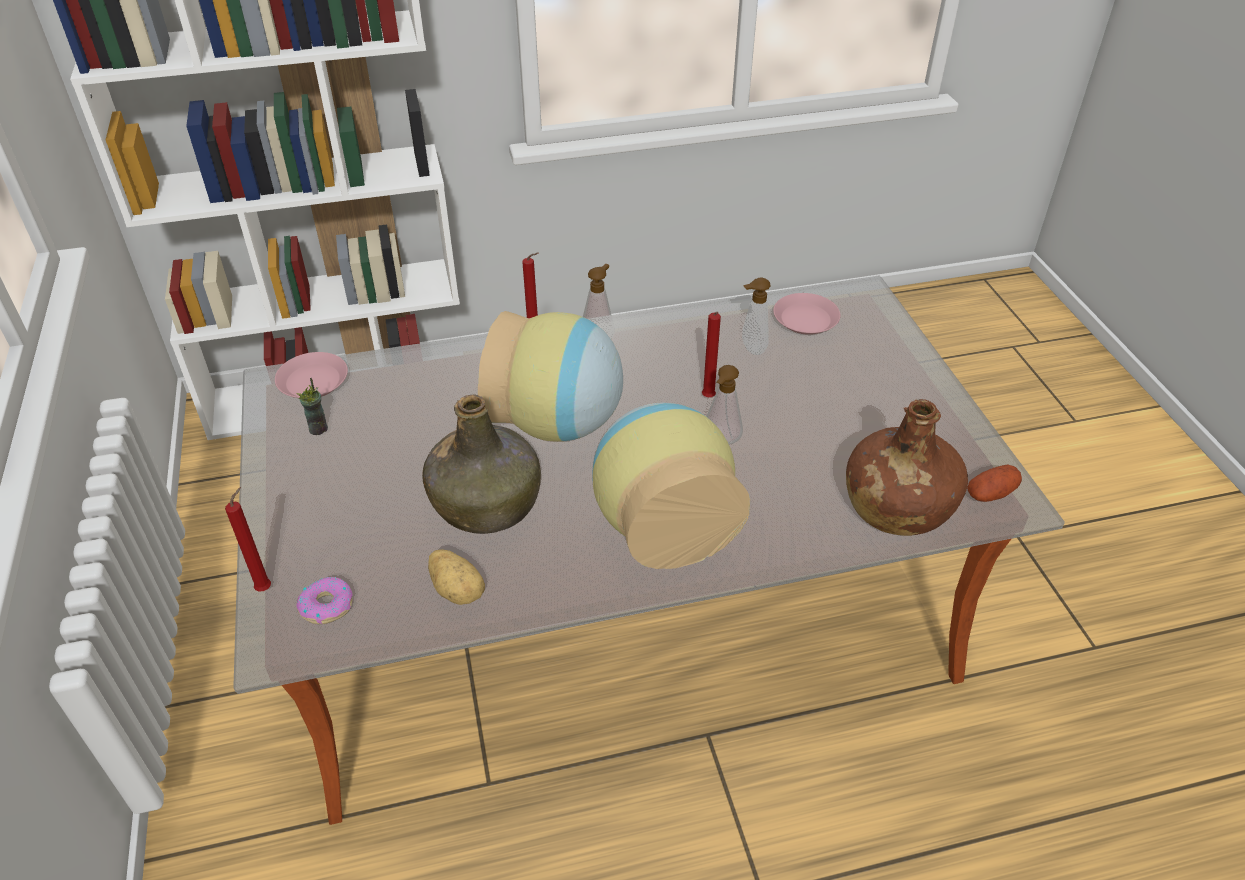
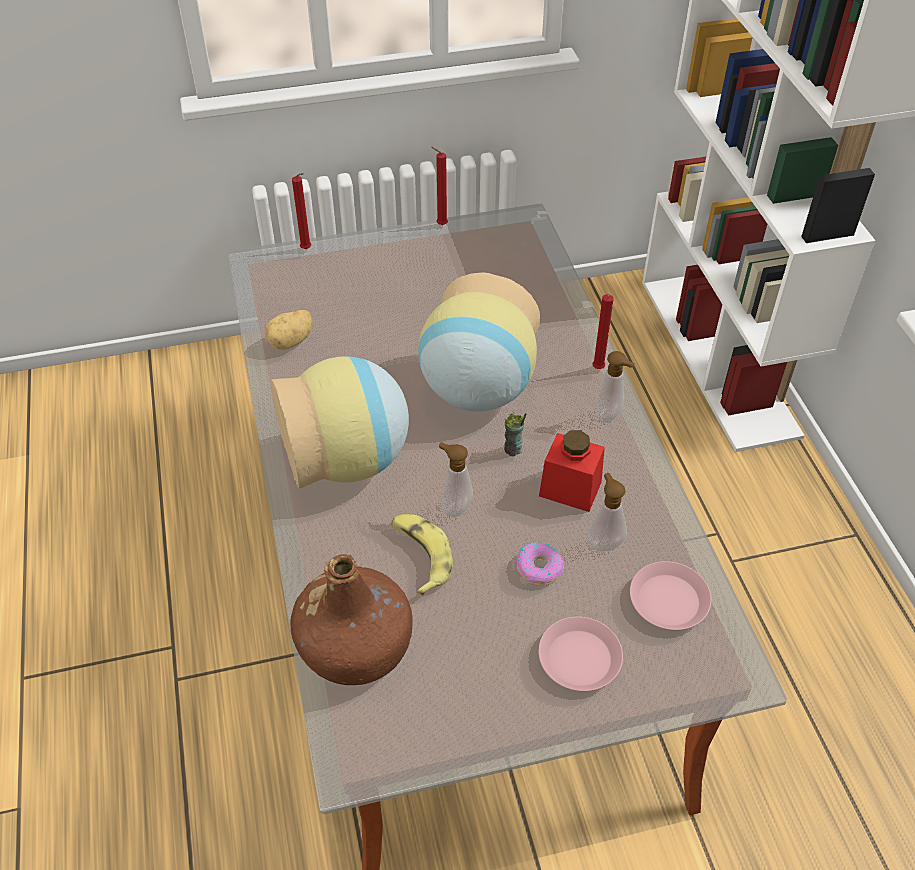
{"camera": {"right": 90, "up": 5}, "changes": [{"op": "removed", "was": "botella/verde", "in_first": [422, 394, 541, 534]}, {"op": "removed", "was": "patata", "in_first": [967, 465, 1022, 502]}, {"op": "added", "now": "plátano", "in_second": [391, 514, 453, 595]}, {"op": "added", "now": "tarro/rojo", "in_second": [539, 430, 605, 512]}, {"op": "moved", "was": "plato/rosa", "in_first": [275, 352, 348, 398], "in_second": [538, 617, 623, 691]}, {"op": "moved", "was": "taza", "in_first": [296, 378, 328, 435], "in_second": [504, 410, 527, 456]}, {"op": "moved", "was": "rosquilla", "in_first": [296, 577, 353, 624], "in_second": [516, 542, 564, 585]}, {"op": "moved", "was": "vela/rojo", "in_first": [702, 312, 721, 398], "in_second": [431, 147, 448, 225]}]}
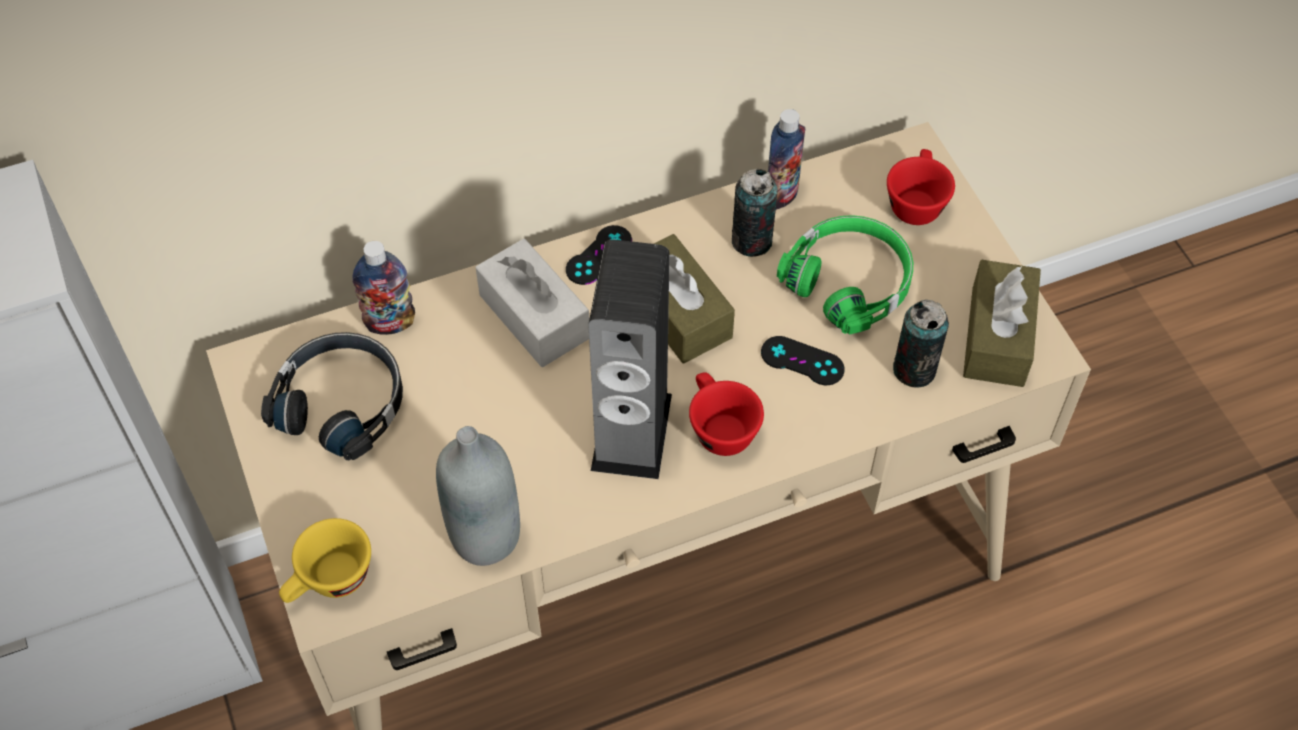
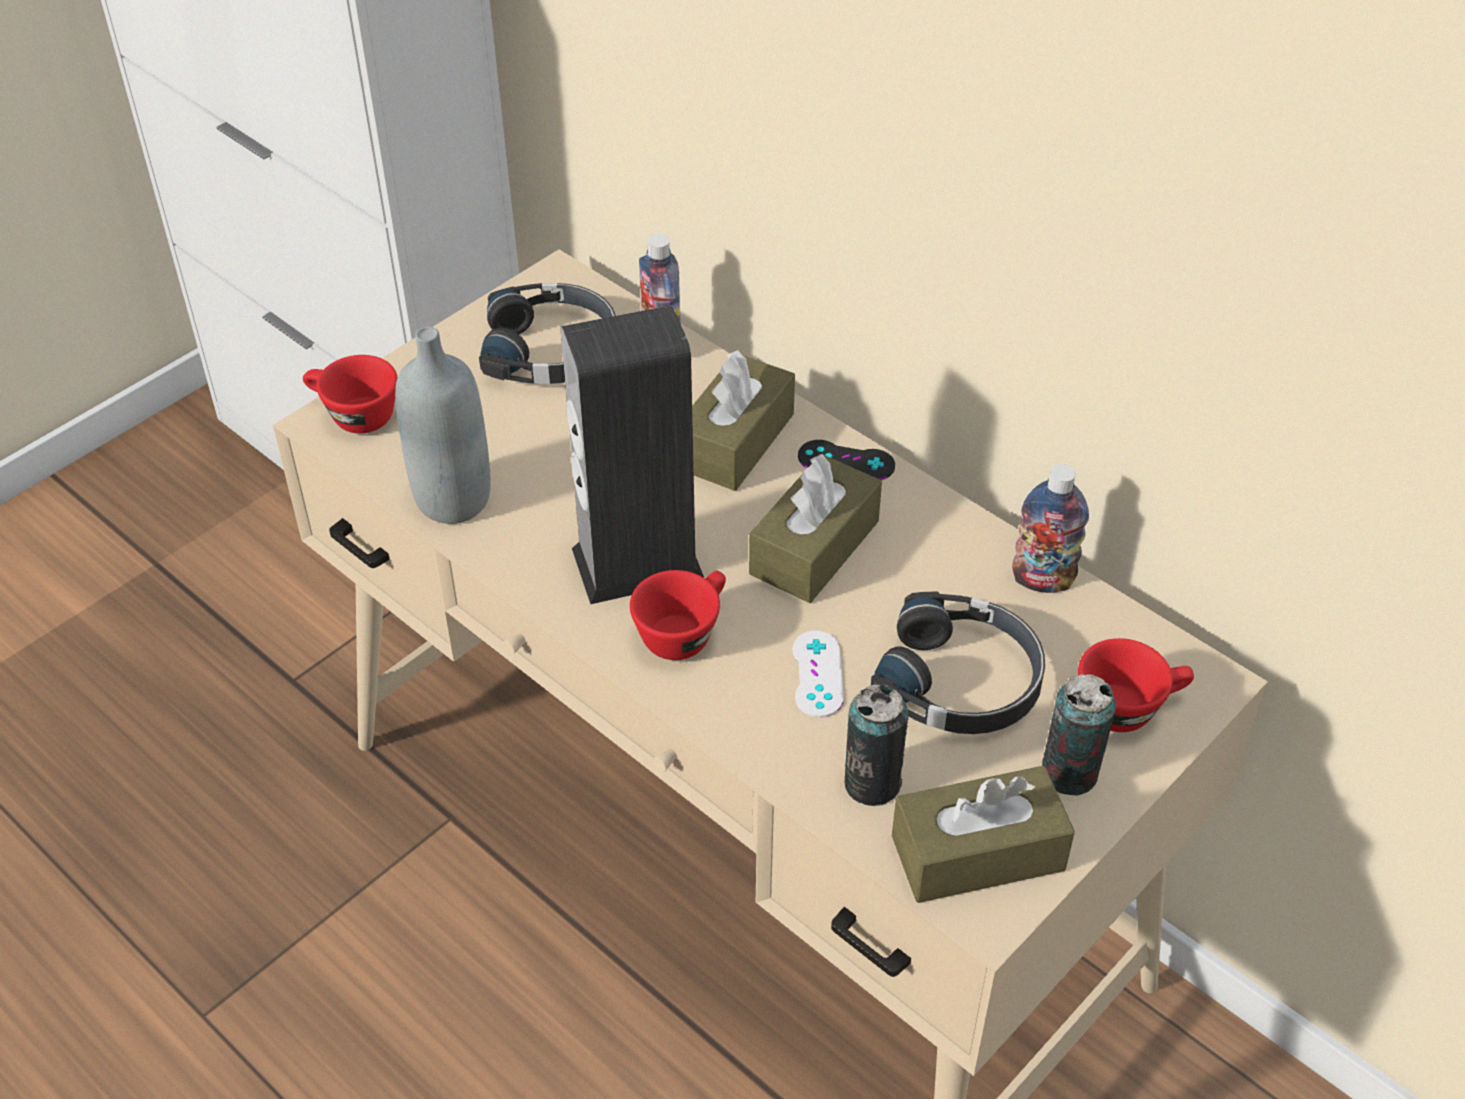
{"camera": {"right": 65, "up": -10}, "changes": [{"op": "moved", "was": "lata", "in_first": [732, 169, 778, 257], "in_second": [1042, 674, 1116, 796]}, {"op": "recoloured", "was": "taza/amarillo", "now": "taza/rojo", "in_first": [279, 518, 371, 603], "in_second": [303, 355, 398, 434]}, {"op": "recoloured", "was": "caja de pañuelos/blanco", "now": "caja de pañuelos/marrón", "in_first": [476, 239, 589, 367], "in_second": [692, 350, 795, 491]}, {"op": "recoloured", "was": "mando de consola/negro", "now": "mando de consola/blanco", "in_first": [761, 336, 845, 385], "in_second": [793, 630, 844, 718]}, {"op": "recoloured", "was": "auriculares/verde", "now": "auriculares/negro", "in_first": [777, 215, 913, 334], "in_second": [871, 592, 1045, 734]}]}
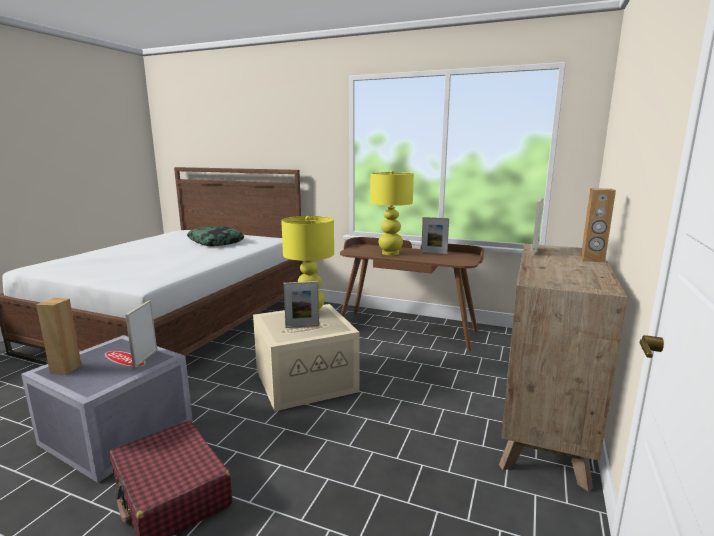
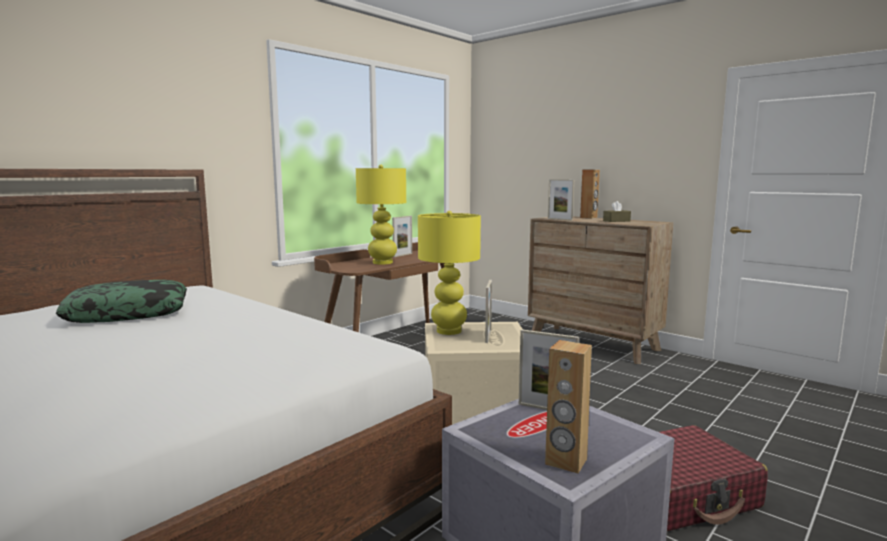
{"camera": {"right": -70, "up": -5}, "changes": [{"op": "added", "now": "caja de pañuelos/marrón", "in_second": [603, 201, 631, 222]}]}
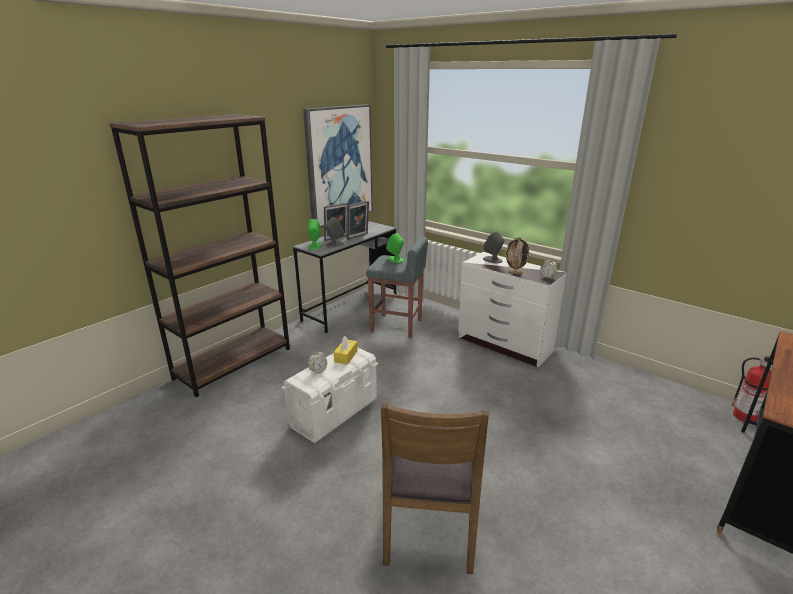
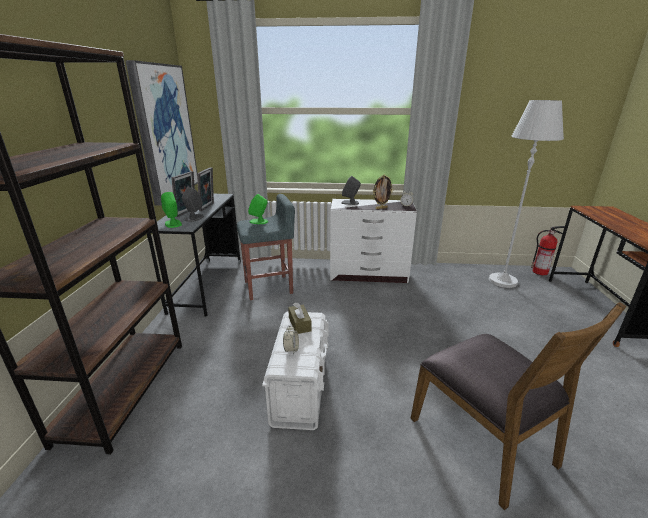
{"camera": {"right": -35, "up": 0}, "changes": [{"op": "added", "now": "lámpara de pie/blanco", "in_second": [489, 100, 564, 288]}, {"op": "recoloured", "was": "caja de pañuelos/amarillo", "now": "caja de pañuelos/marrón", "in_first": [334, 336, 358, 365], "in_second": [288, 302, 312, 334]}]}
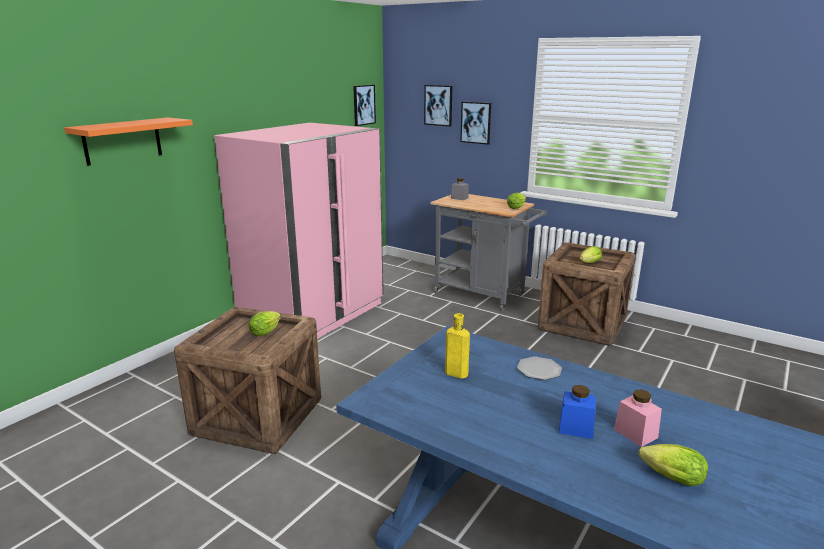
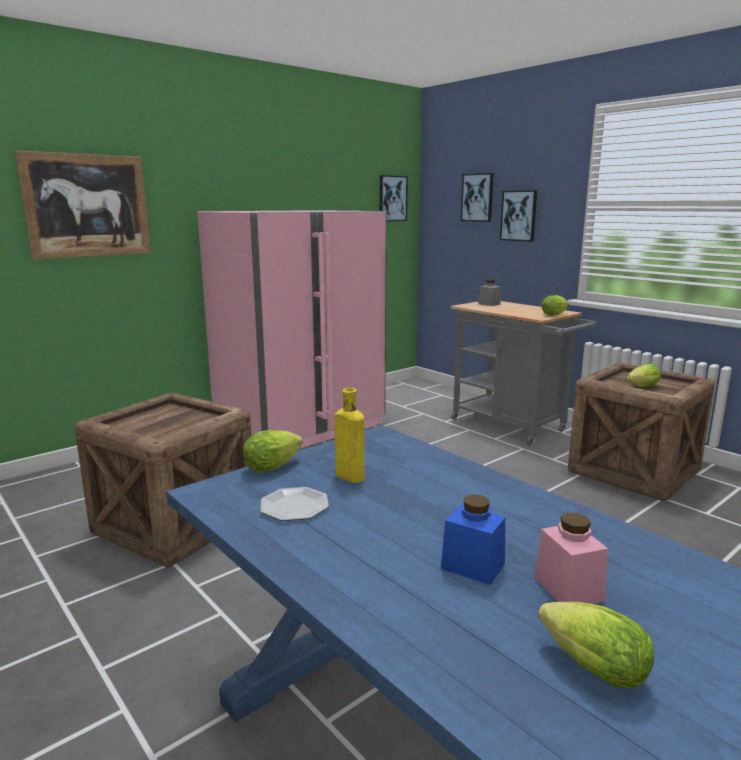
{"camera": {"right": 15, "up": -5}, "changes": [{"op": "moved", "was": "lechuga", "in_first": [249, 311, 281, 336], "in_second": [243, 430, 303, 472]}, {"op": "moved", "was": "plato", "in_first": [517, 356, 562, 380], "in_second": [260, 487, 329, 521]}, {"op": "replaced", "was": "estante/naranja", "now": "cuadro", "in_first": [64, 117, 193, 166], "in_second": [15, 150, 151, 259]}]}
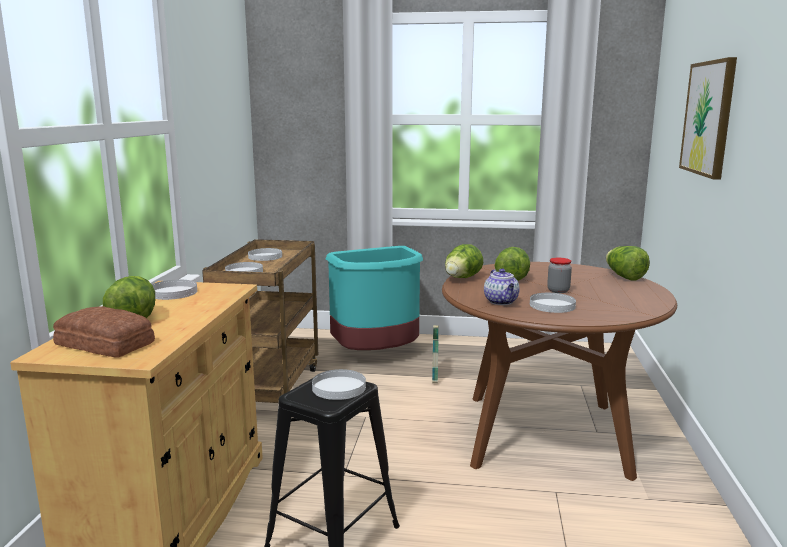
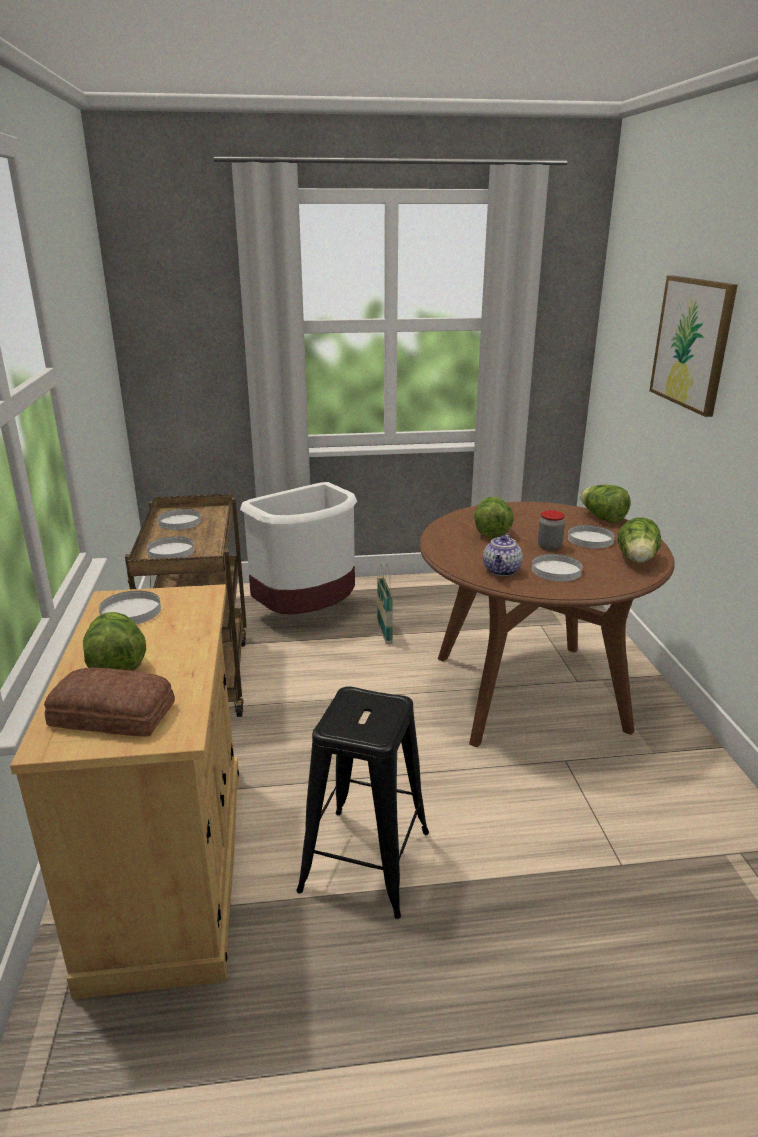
{"camera": {"right": -15, "up": 10}, "changes": [{"op": "moved", "was": "plato/blanco", "in_first": [312, 369, 366, 400], "in_second": [568, 525, 615, 549]}, {"op": "moved", "was": "lechuga", "in_first": [445, 244, 483, 278], "in_second": [617, 517, 661, 563]}, {"op": "recoloured", "was": "papelera/turquesa", "now": "papelera/blanco", "in_first": [325, 246, 423, 350], "in_second": [240, 482, 357, 615]}, {"op": "turned", "was": "tetera", "in_first": [484, 269, 520, 305], "in_second": [483, 533, 523, 576], "clockwise": 45}]}
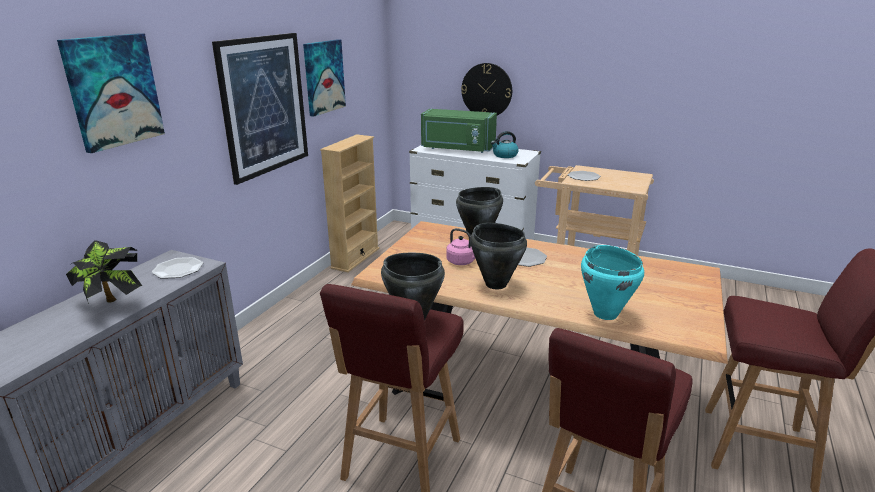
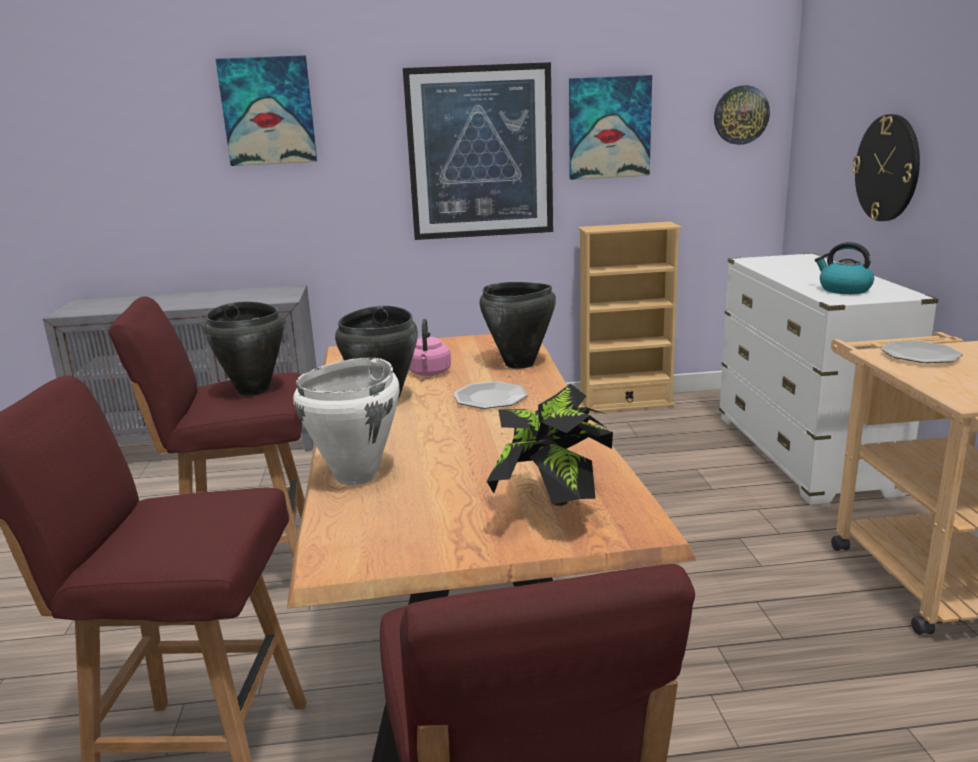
{"camera": {"right": 60, "up": -5}, "changes": [{"op": "removed", "was": "plato", "in_first": [152, 257, 203, 279]}, {"op": "removed", "was": "microondas/verde", "in_first": [421, 109, 497, 153]}, {"op": "added", "now": "reloj de pared", "in_second": [714, 85, 770, 145]}, {"op": "moved", "was": "planta en maceta", "in_first": [66, 240, 142, 304], "in_second": [487, 384, 613, 506]}, {"op": "recoloured", "was": "olla/turquesa", "now": "olla/blanco", "in_first": [581, 245, 644, 320], "in_second": [293, 358, 400, 485]}]}
